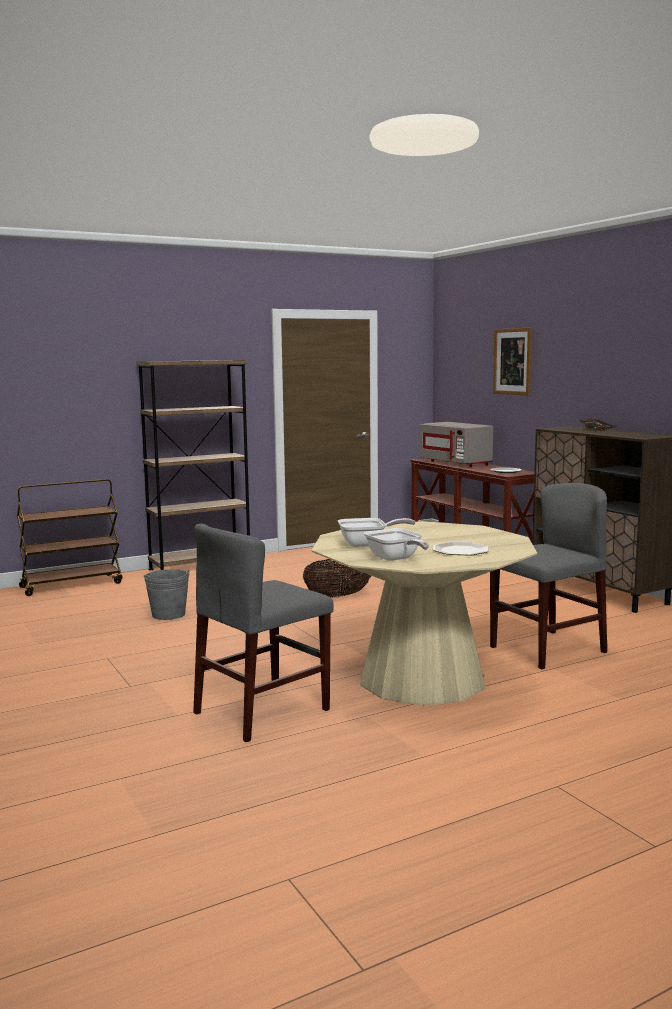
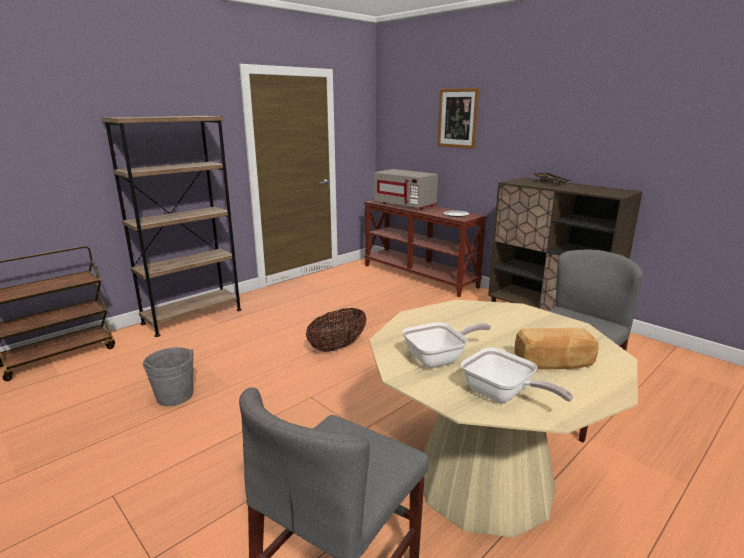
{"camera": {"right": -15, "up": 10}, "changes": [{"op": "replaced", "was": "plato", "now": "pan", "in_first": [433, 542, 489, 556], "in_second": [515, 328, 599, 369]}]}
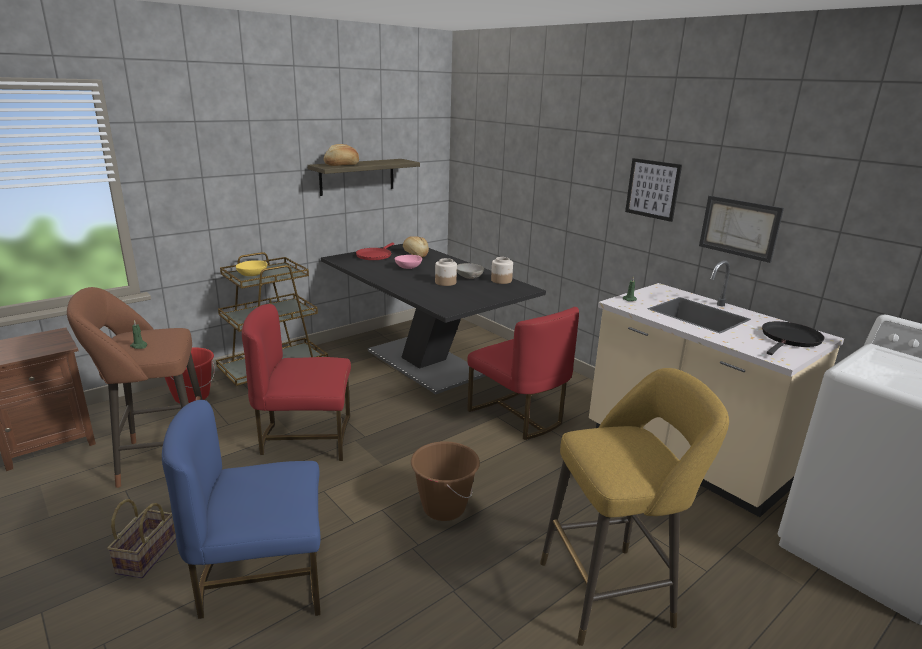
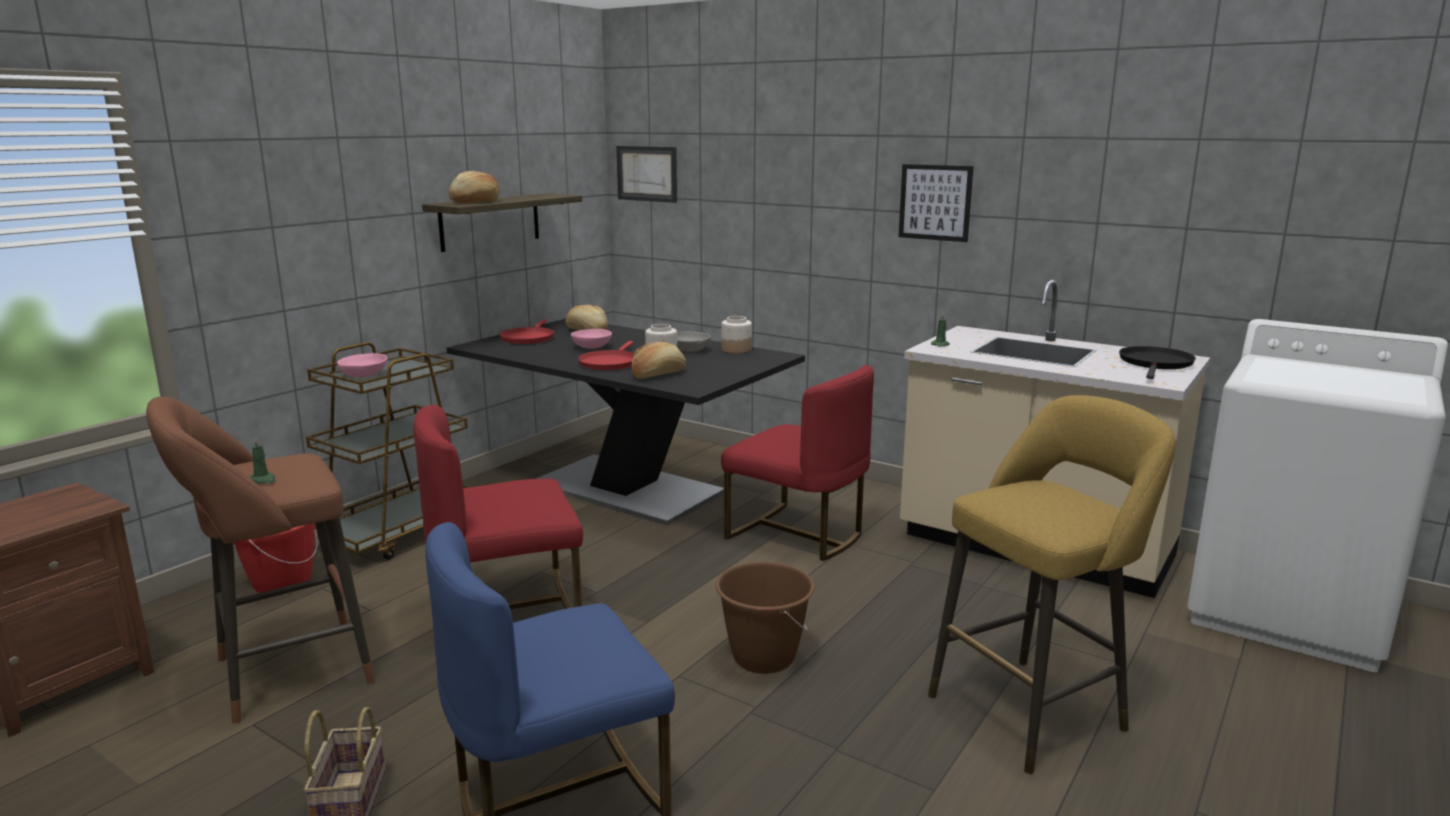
{"camera": {"right": -15, "up": -5}, "changes": [{"op": "added", "now": "sartén/rojo", "in_second": [578, 341, 634, 370]}, {"op": "added", "now": "pan", "in_second": [632, 342, 686, 379]}, {"op": "moved", "was": "cuadro", "in_first": [699, 196, 784, 263], "in_second": [616, 146, 677, 203]}, {"op": "recoloured", "was": "cuenco/amarillo", "now": "cuenco/rosa", "in_first": [236, 260, 267, 276], "in_second": [337, 353, 388, 378]}]}
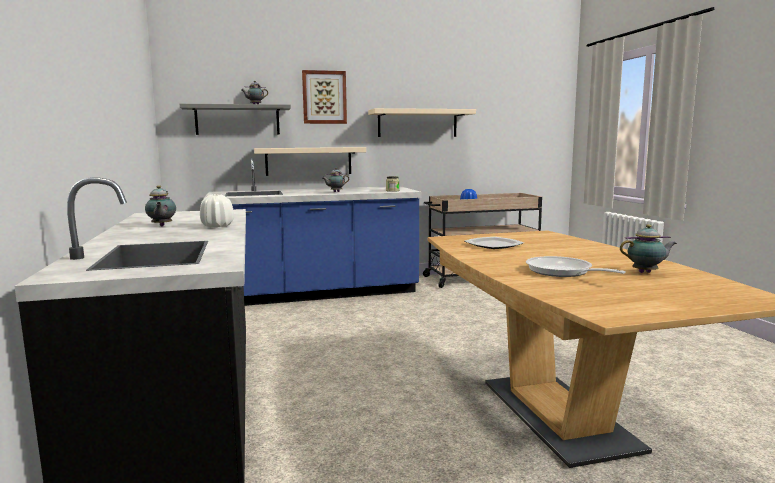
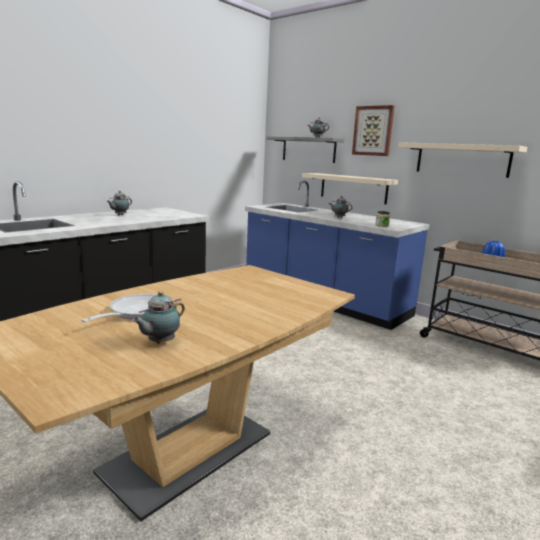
{"camera": {"right": 55, "up": 5}, "changes": [{"op": "removed", "was": "florero/blanco", "in_first": [200, 194, 234, 227]}, {"op": "removed", "was": "plato", "in_first": [465, 237, 524, 249]}, {"op": "turned", "was": "tetera", "in_first": [620, 224, 677, 273], "in_second": [132, 291, 185, 344], "clockwise": 75}]}
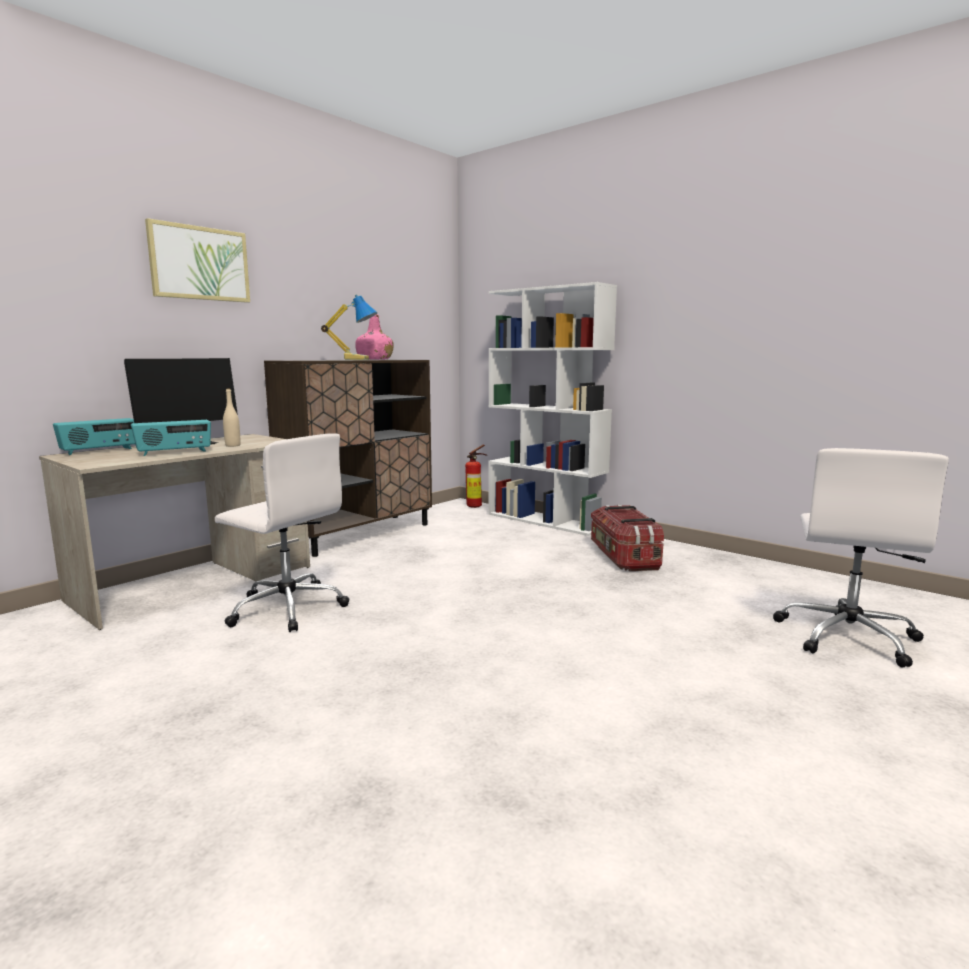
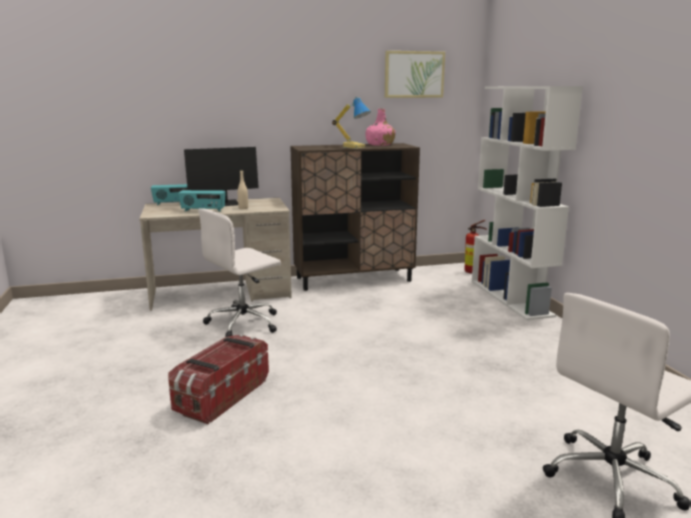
{"camera": {"right": 35, "up": 5}, "changes": [{"op": "moved", "was": "cuadro", "in_first": [145, 218, 250, 303], "in_second": [385, 51, 445, 98]}, {"op": "moved", "was": "caja de almacenaje", "in_first": [591, 505, 664, 571], "in_second": [168, 334, 269, 424]}, {"op": "turned", "was": "silla de oficina/blanco", "in_first": [215, 433, 350, 632], "in_second": [198, 208, 281, 337], "clockwise": 75}]}
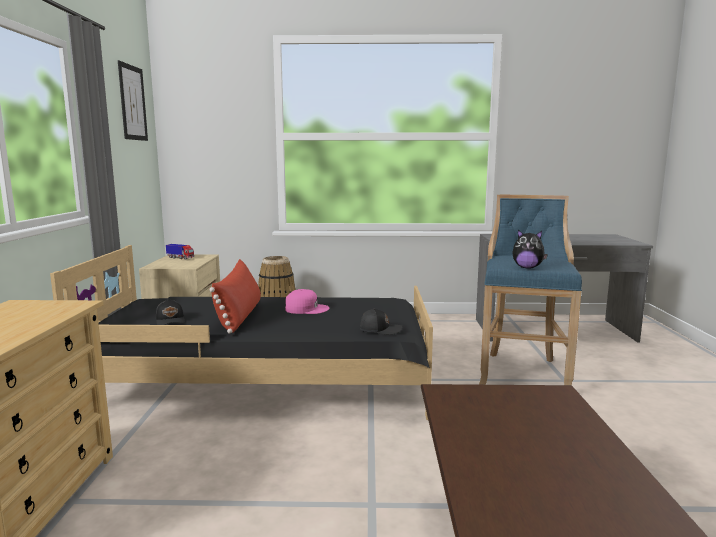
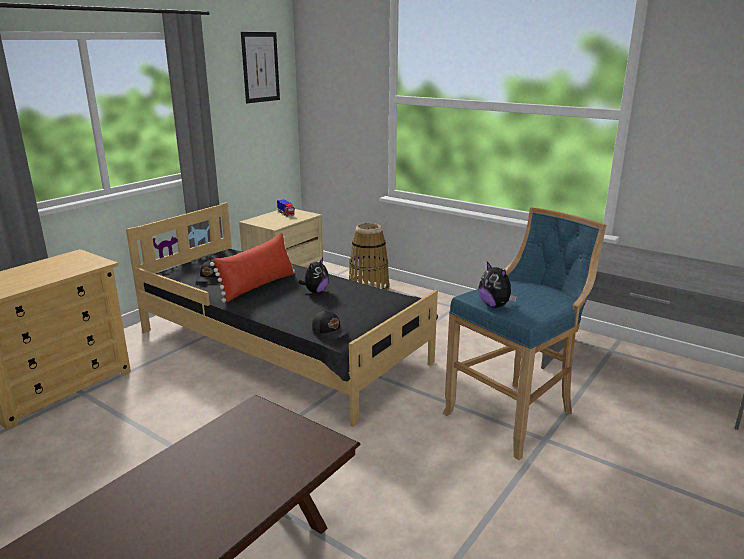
{"camera": {"right": 35, "up": 10}, "changes": [{"op": "replaced", "was": "gorra/rosa", "now": "peluche", "in_first": [285, 289, 330, 314], "in_second": [298, 258, 329, 293]}]}
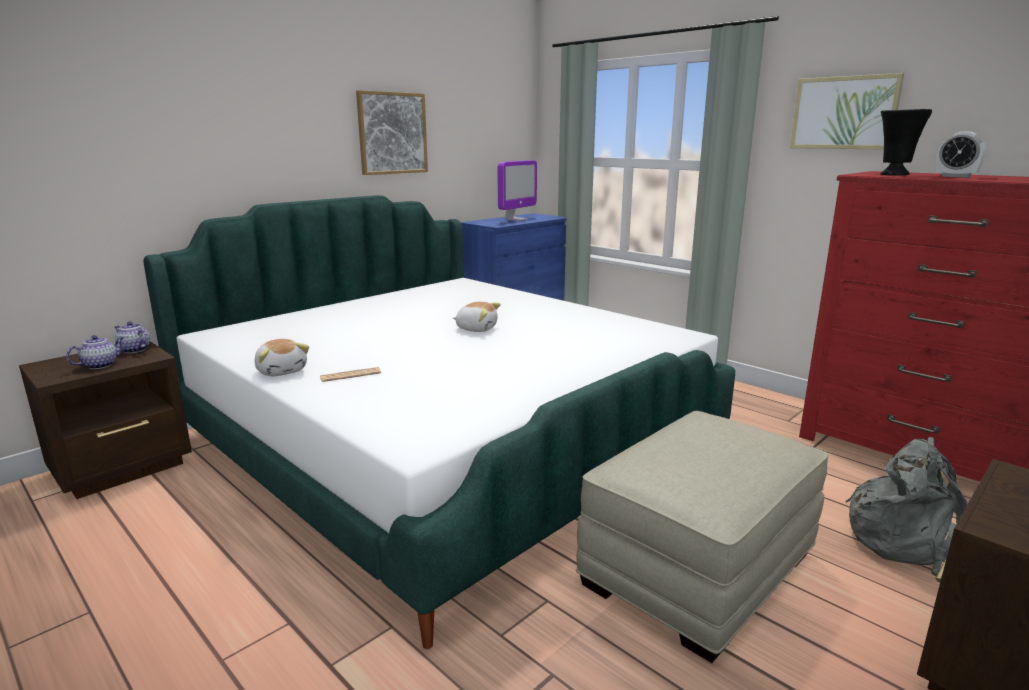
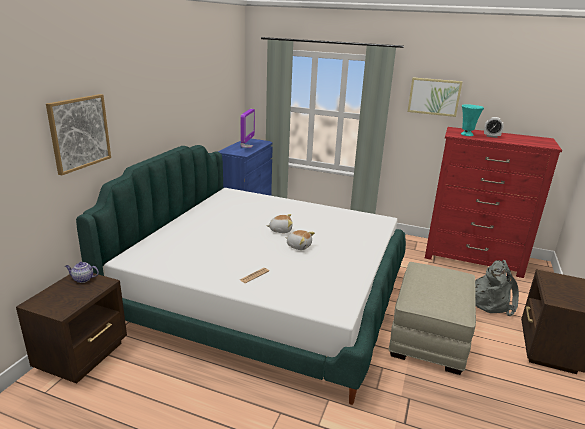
{"camera": {"right": -25, "up": 5}, "changes": [{"op": "removed", "was": "tetera", "in_first": [66, 335, 124, 369]}, {"op": "moved", "was": "peluche", "in_first": [254, 339, 309, 376], "in_second": [286, 230, 315, 250]}, {"op": "moved", "was": "cuadro", "in_first": [356, 90, 428, 175], "in_second": [46, 94, 111, 175]}, {"op": "recoloured", "was": "florero/negro", "now": "florero/turquesa", "in_first": [880, 109, 932, 176], "in_second": [461, 104, 484, 136]}]}
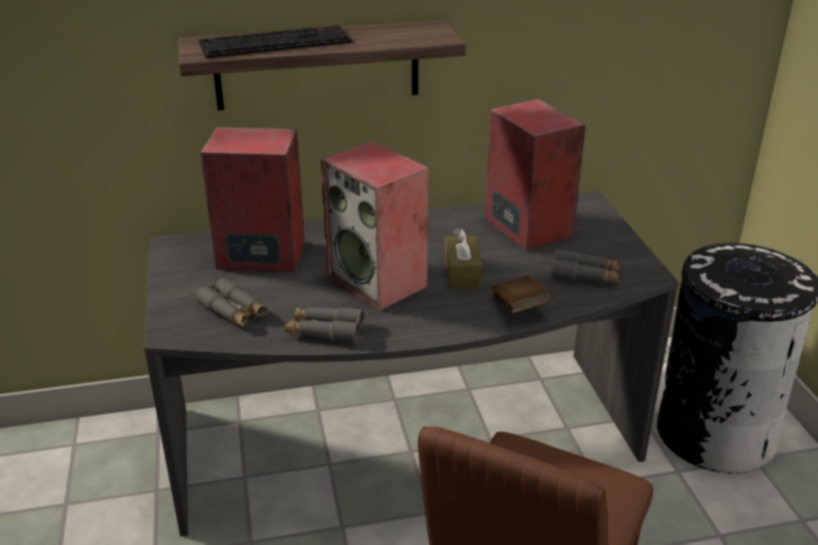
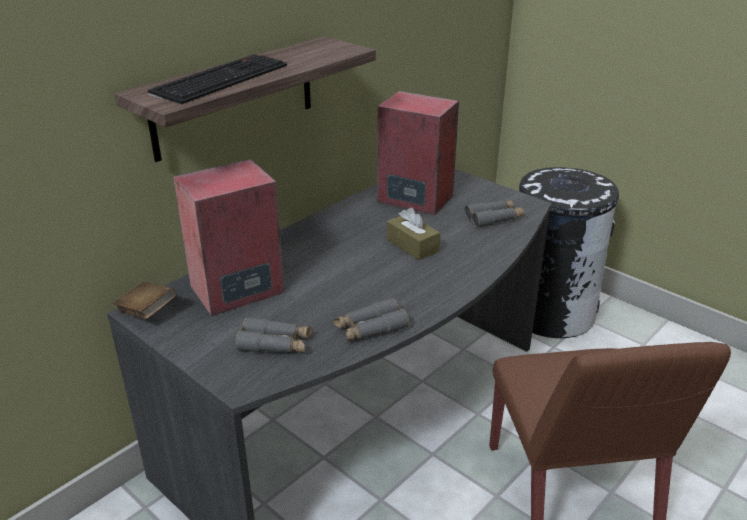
{"camera": {"right": -35, "up": 0}, "changes": [{"op": "removed", "was": "altavoz", "in_first": [321, 141, 429, 311]}, {"op": "moved", "was": "libro/marrón", "in_first": [491, 276, 553, 313], "in_second": [113, 282, 177, 319]}]}
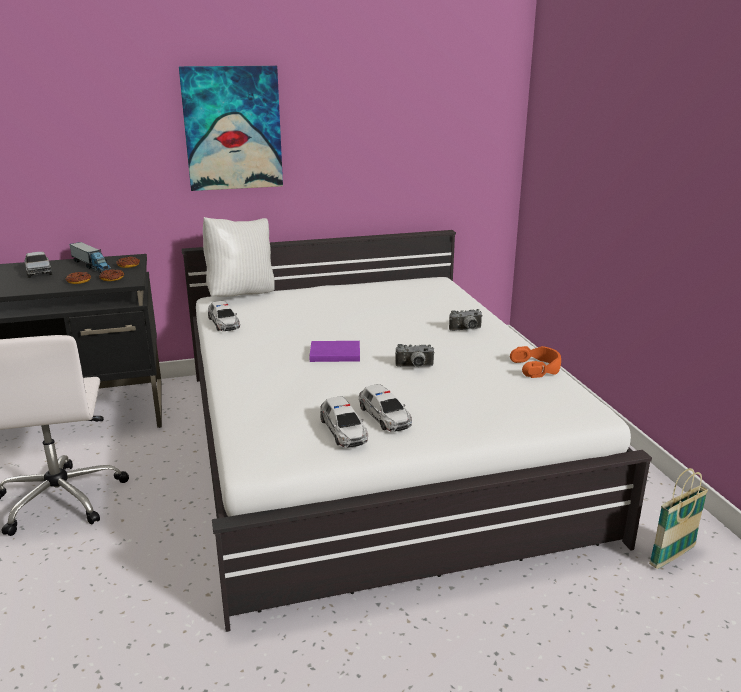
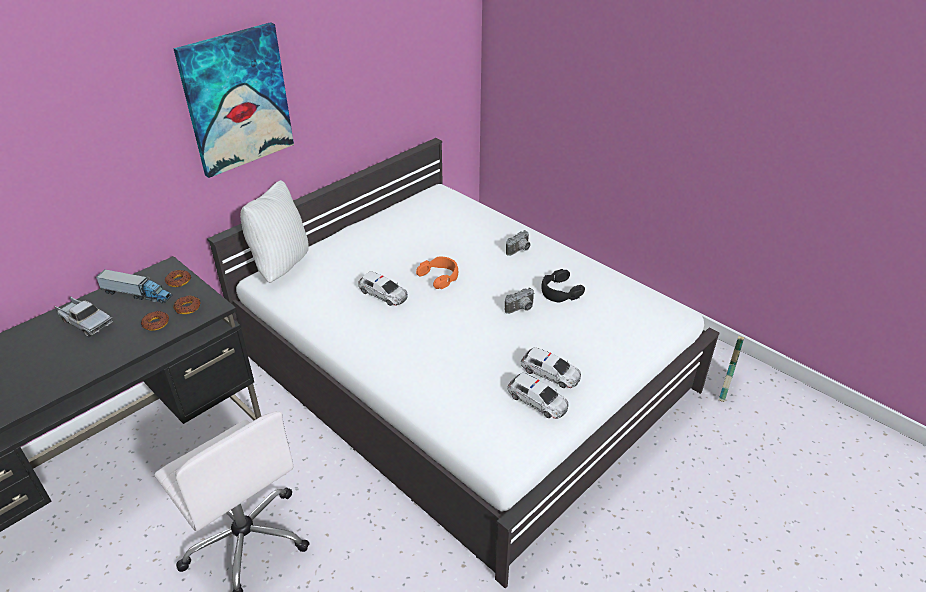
{"camera": {"right": -30, "up": 15}, "changes": [{"op": "removed", "was": "libro/morado", "in_first": [309, 341, 360, 362]}, {"op": "added", "now": "auriculares/negro", "in_second": [541, 269, 585, 303]}, {"op": "moved", "was": "coche de juguete", "in_first": [208, 301, 240, 331], "in_second": [358, 271, 408, 306]}, {"op": "moved", "was": "auriculares/naranja", "in_first": [510, 346, 561, 378], "in_second": [416, 257, 458, 289]}]}
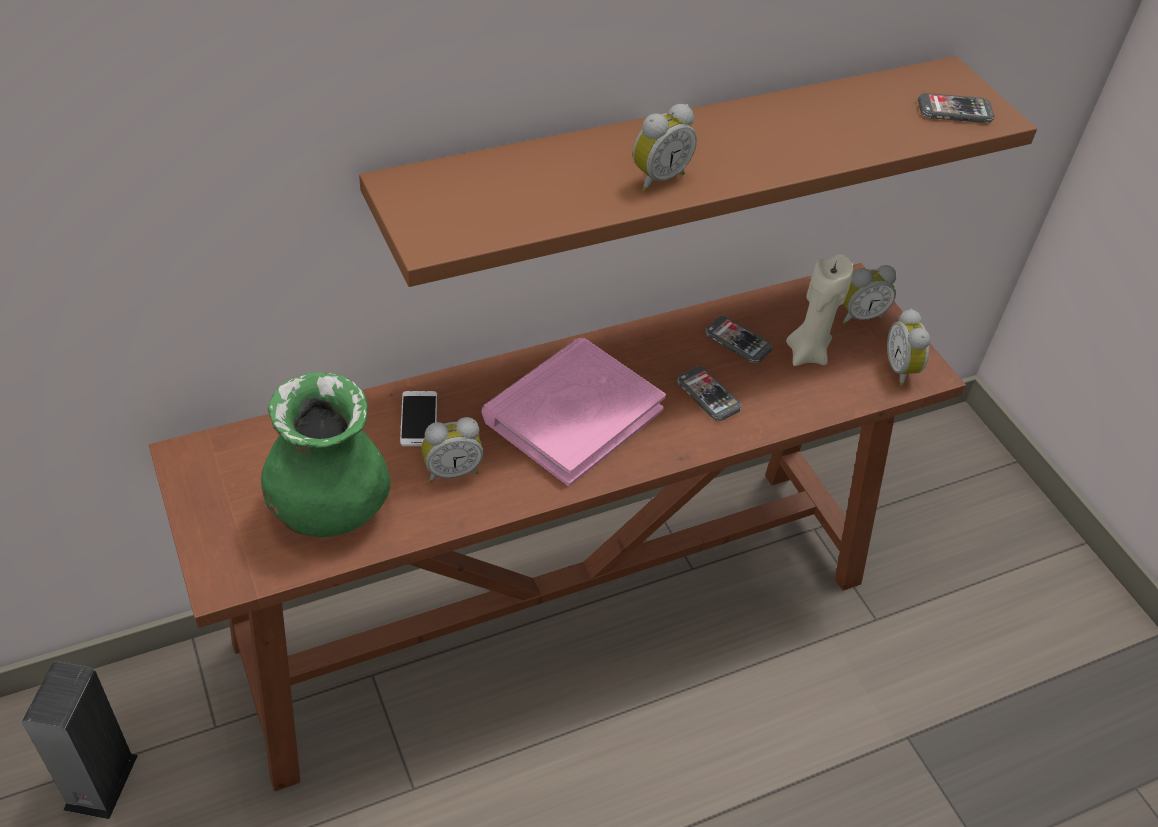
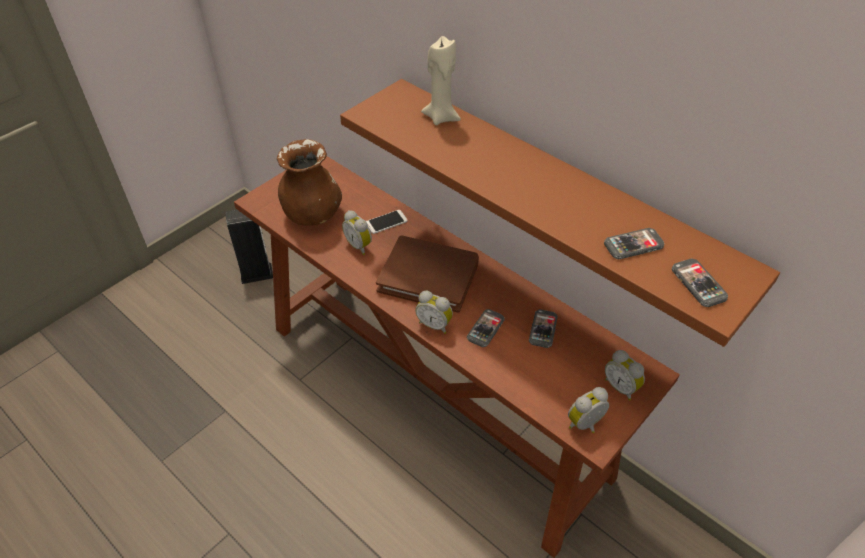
{"camera": {"right": 70, "up": 0}, "changes": [{"op": "added", "now": "móvil", "in_second": [604, 228, 664, 259]}, {"op": "moved", "was": "despertador", "in_first": [633, 104, 697, 191], "in_second": [415, 291, 453, 334]}, {"op": "moved", "was": "vela/beis", "in_first": [786, 254, 854, 366], "in_second": [421, 36, 461, 125]}, {"op": "recoloured", "was": "florero/verde", "now": "florero/marrón", "in_first": [261, 372, 391, 537], "in_second": [277, 139, 342, 226]}, {"op": "recoloured", "was": "libro/rosa", "now": "libro/marrón", "in_first": [482, 338, 666, 486], "in_second": [376, 235, 479, 313]}]}
